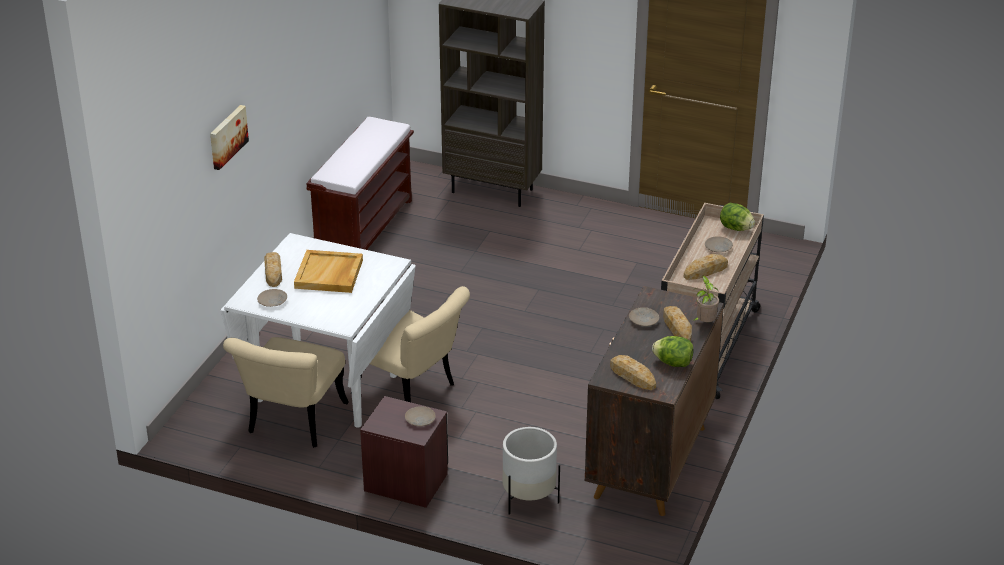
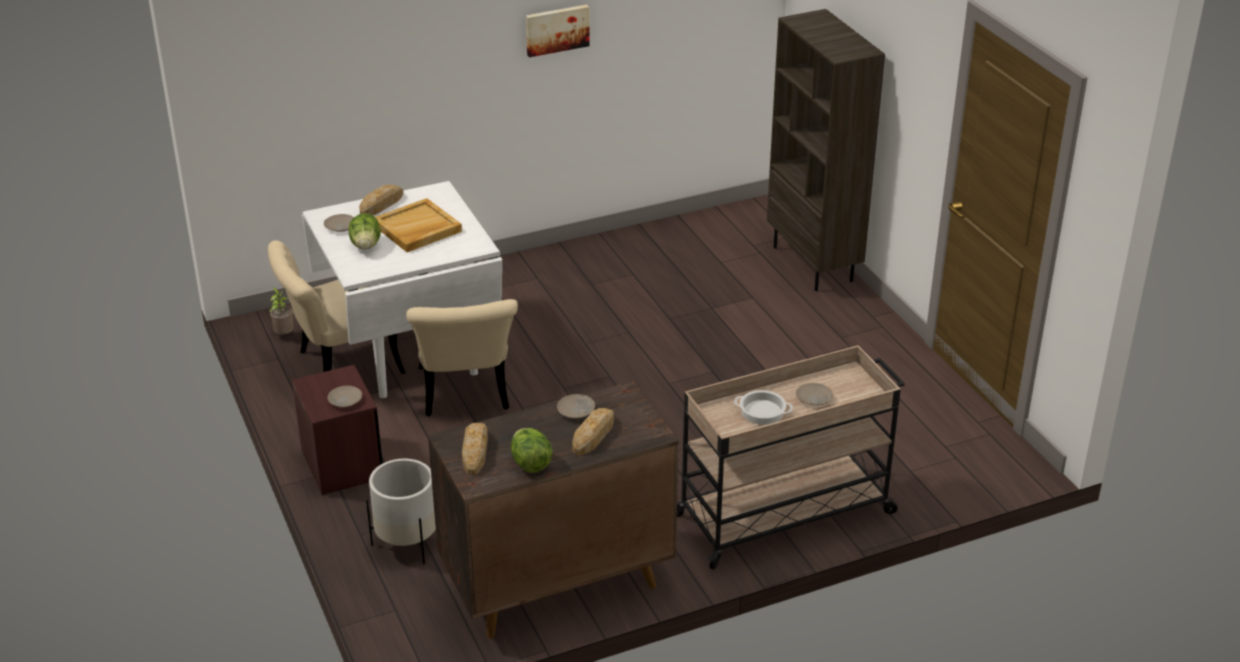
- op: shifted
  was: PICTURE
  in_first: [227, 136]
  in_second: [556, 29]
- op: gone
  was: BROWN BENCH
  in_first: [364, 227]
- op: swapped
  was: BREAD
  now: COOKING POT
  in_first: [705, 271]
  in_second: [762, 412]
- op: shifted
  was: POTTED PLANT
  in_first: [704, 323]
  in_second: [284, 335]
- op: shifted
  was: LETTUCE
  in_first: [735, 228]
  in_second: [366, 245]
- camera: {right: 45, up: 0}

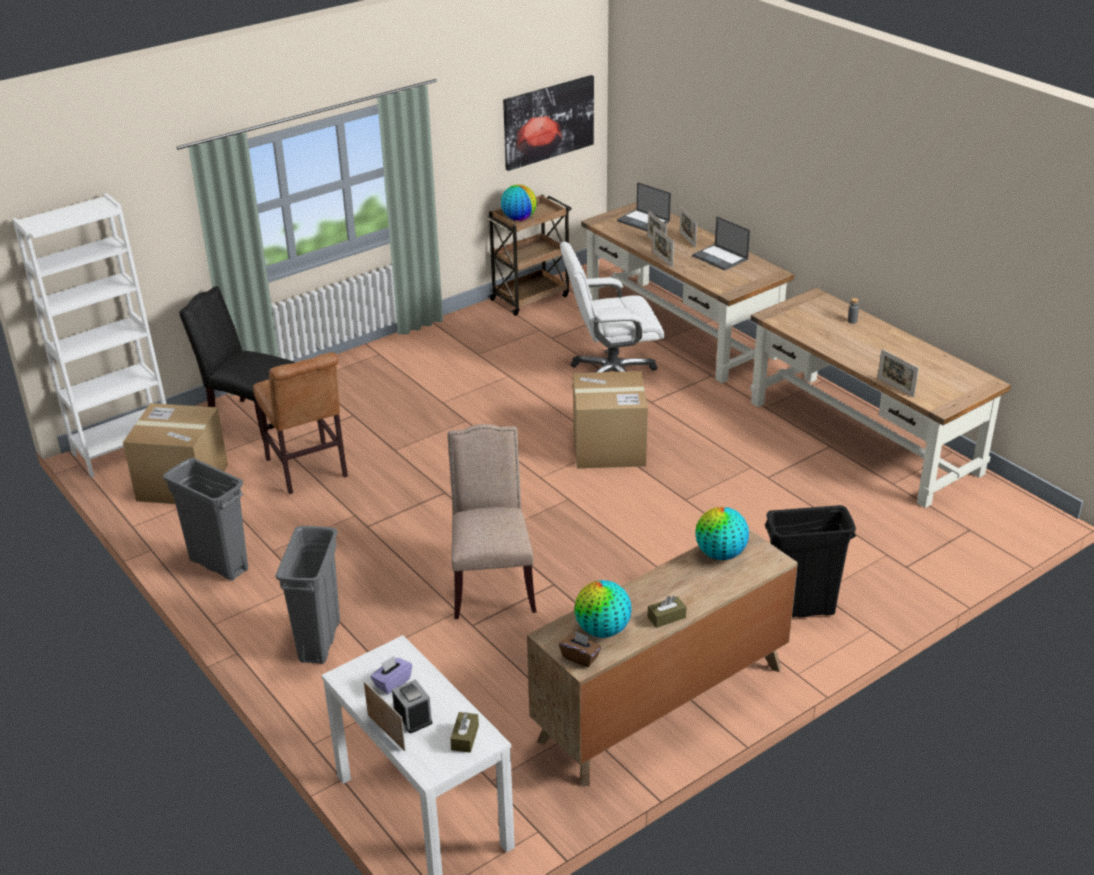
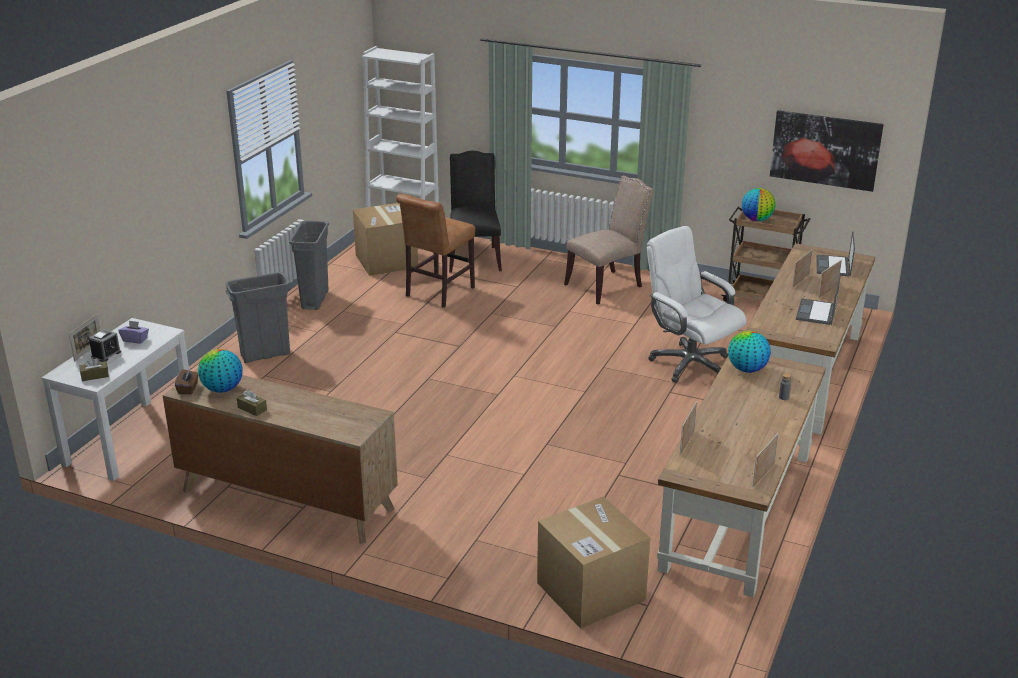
- op: shifted
  was: BEIGE CHAIR
  in_first: [491, 583]
  in_second: [607, 285]
- op: shifted
  was: CARDBOARD BOX
  in_first: [609, 447]
  in_second: [591, 591]
- op: shifted
  was: PICTURE FRAME
  in_first: [662, 259]
  in_second: [763, 475]
- op: shifted
  was: GLOBE
  in_first: [720, 554]
  in_second: [747, 369]
- op: gone
  was: BLACK TRASH CAN
  in_first: [800, 610]
- camera: {right: 60, up: -5}

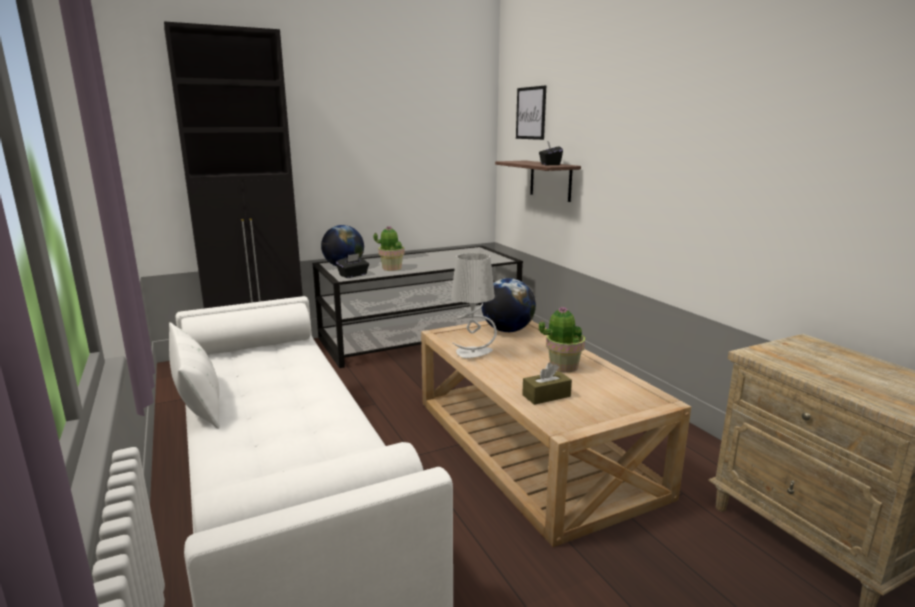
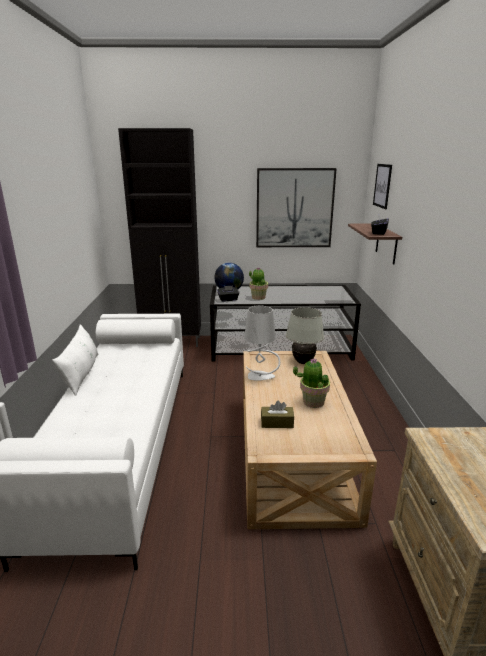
- op: swapped
  was: GLOBE
  now: WHITE TABLE LAMP
  in_first: [507, 330]
  in_second: [303, 362]
- op: new
  now: PICTURE
  in_second: [294, 208]
- camera: {right: 25, up: 5}

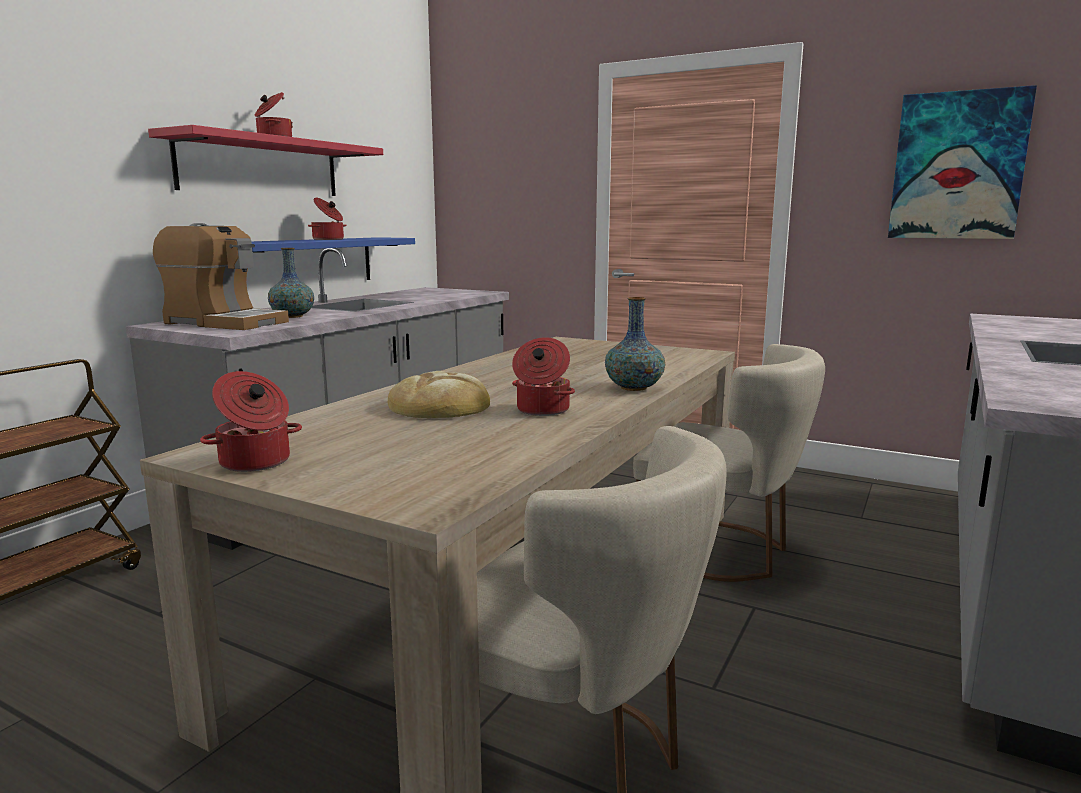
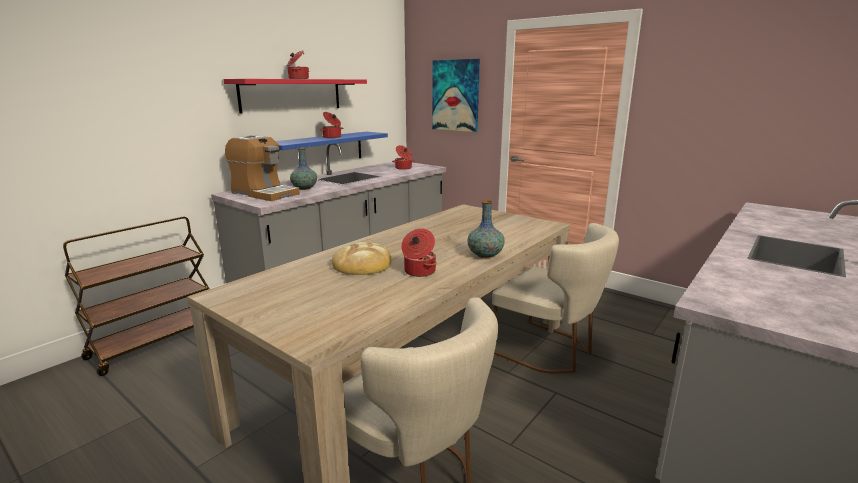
- op: shifted
  was: COOKING POT
  in_first: [255, 462]
  in_second: [403, 168]
- op: shifted
  was: PICTURE
  in_first: [957, 166]
  in_second: [455, 95]
- camera: {right: 10, up: 5}

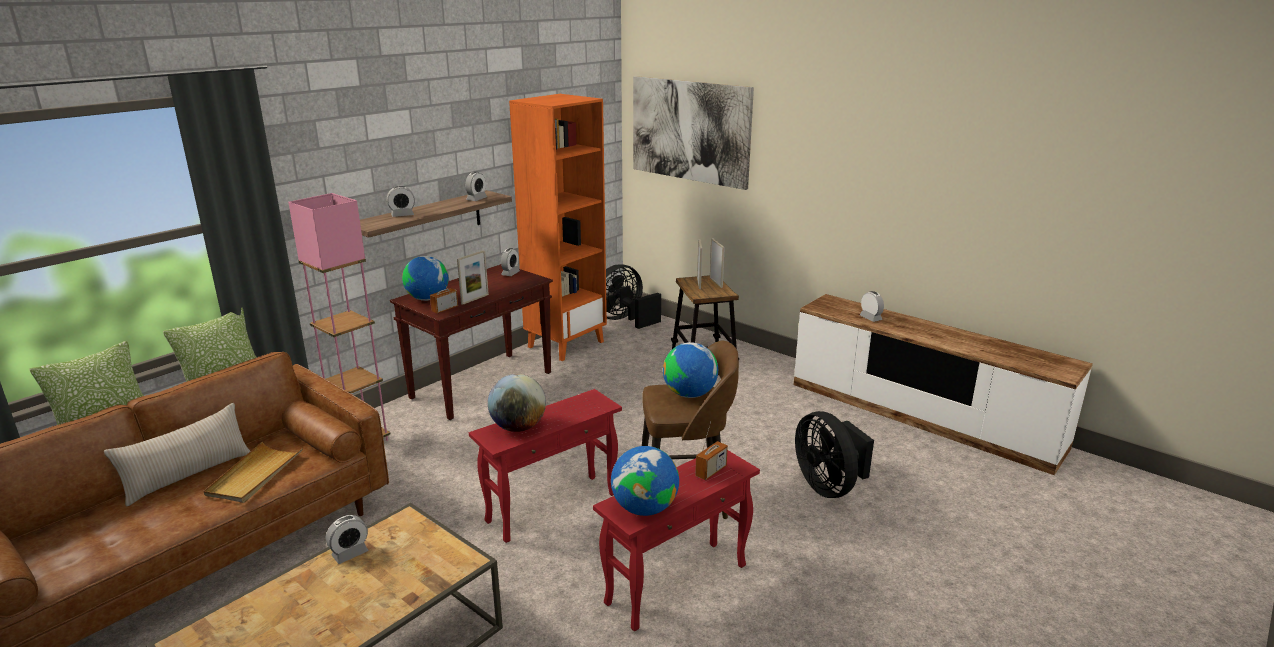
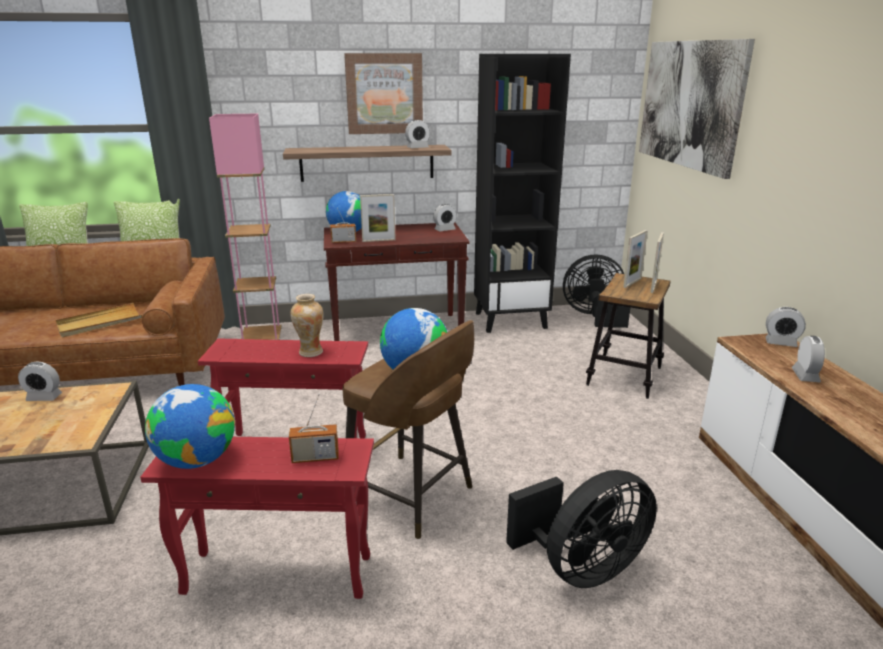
- op: gone
  was: BEIGE PILLOW
  in_first: [188, 475]
- op: shifted
  was: ALARM CLOCK
  in_first: [402, 215]
  in_second: [780, 343]
- op: gone
  was: GLOBE
  in_first: [518, 427]
- op: repainted
  was: ORANGE BOOKCASE
  now: BLACK BOOKCASE
  in_first: [566, 344]
  in_second: [511, 320]
- op: rotated
  was: BLACK FAN
  in_first: [828, 486]
  in_second: [582, 568]
  clockwise: -135
- op: new
  now: VASE
  in_second: [310, 352]
- op: new
  now: PICTURE
  in_second: [384, 94]
- camera: {right: 40, up: 0}

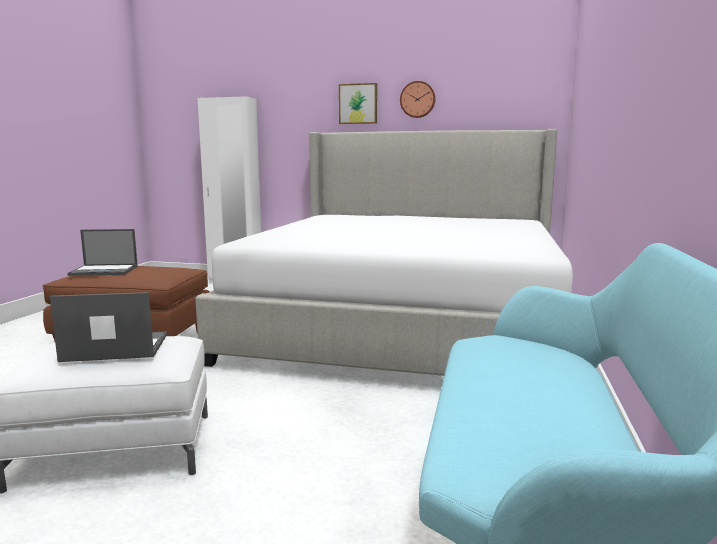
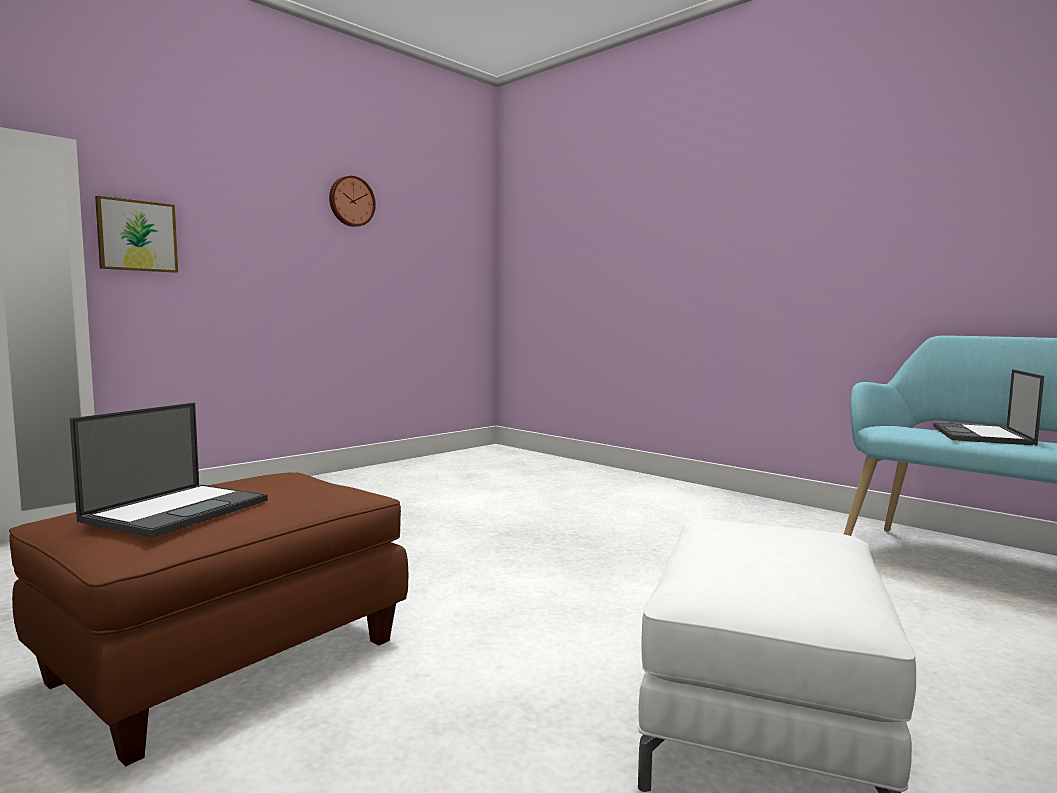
- op: shifted
  was: LAPTOP
  in_first: [114, 348]
  in_second: [982, 435]
- op: gone
  was: BED
  in_first: [405, 325]
- op: shifted
  was: PICTURE
  in_first: [358, 104]
  in_second: [136, 236]
- camera: {right: -60, up: -5}

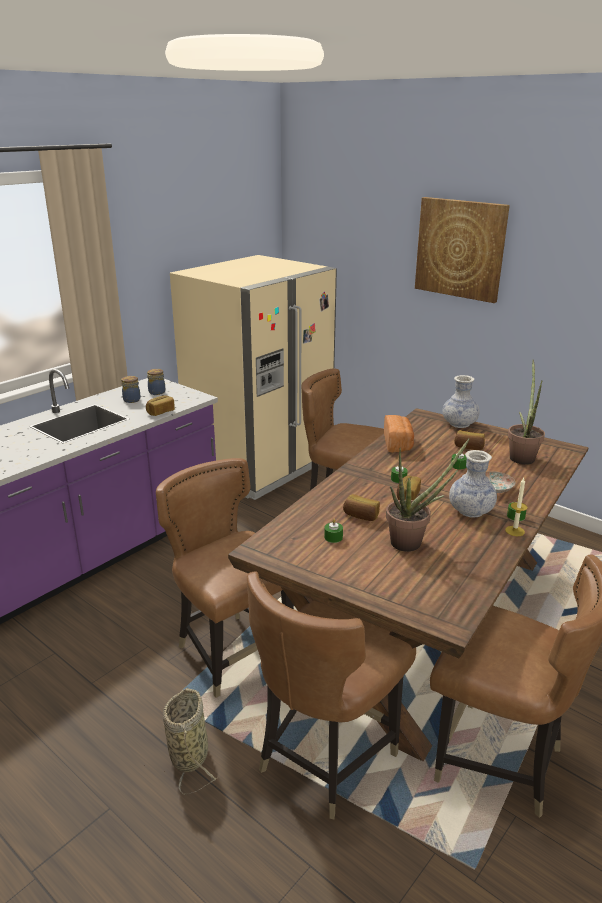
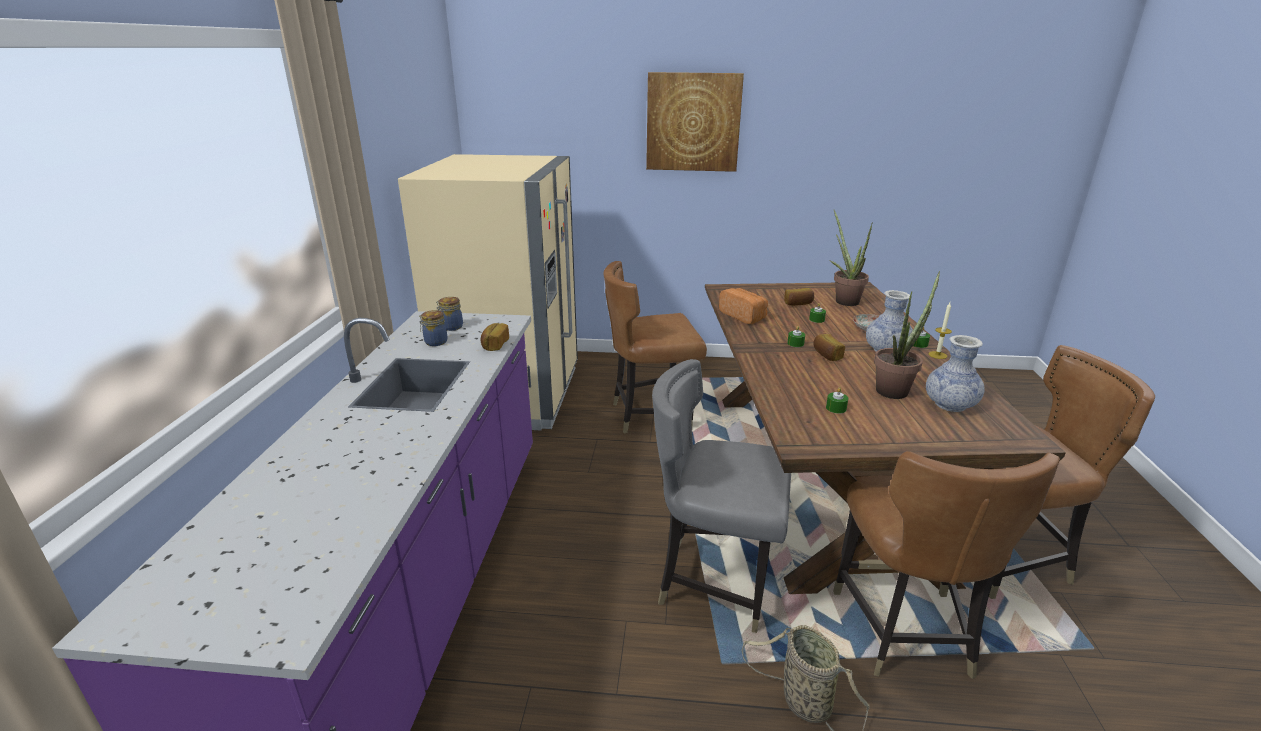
- op: repainted
  was: BROWN CHAIR
  now: GREY CHAIR
  in_first: [233, 652]
  in_second: [715, 582]
- op: gone
  was: BREAD
  in_first: [361, 516]
- op: shifted
  was: VASE
  in_first: [459, 424]
  in_second: [950, 405]
- camera: {right: -35, up: 0}

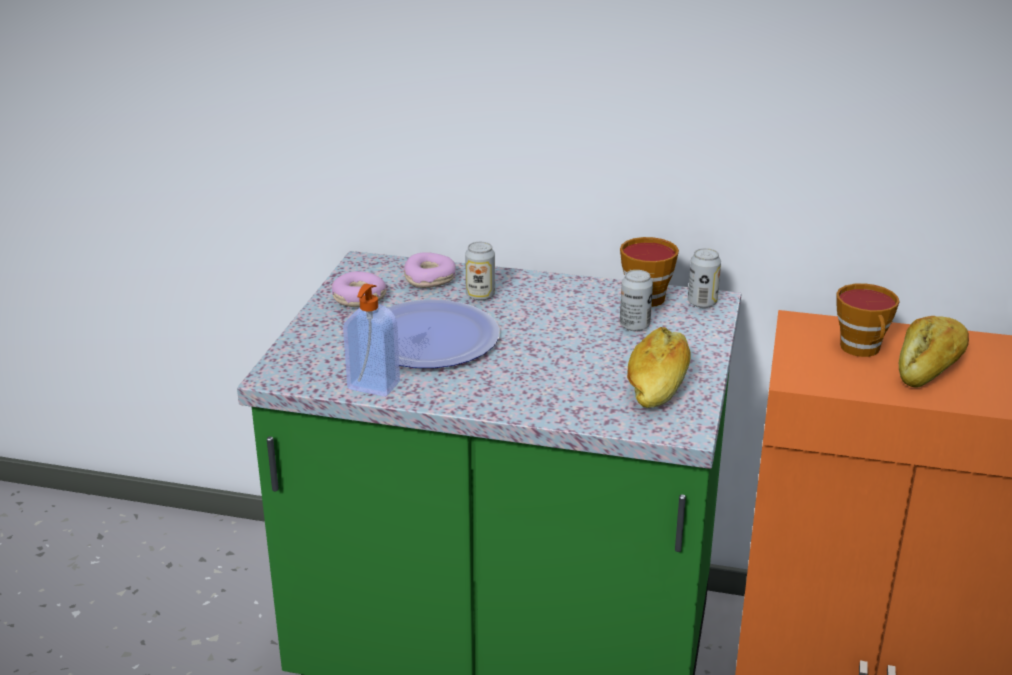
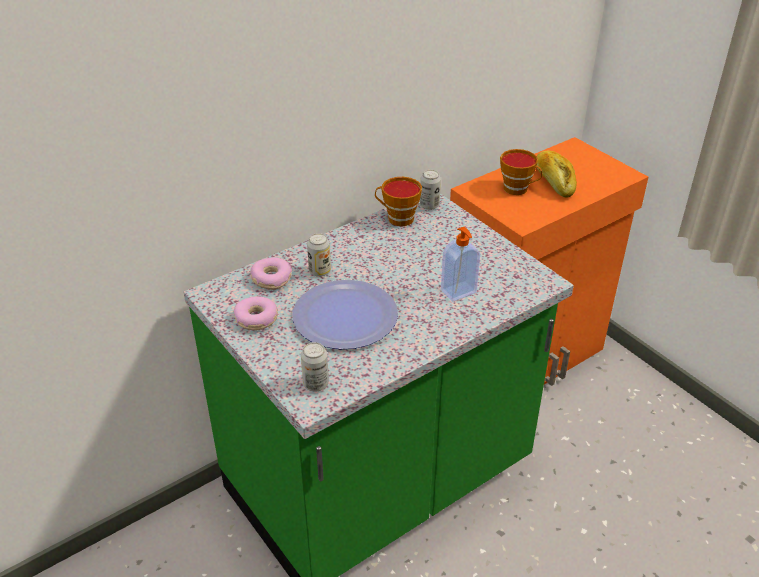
- op: shifted
  was: SOAP DISPENSER
  in_first: [373, 386]
  in_second: [459, 292]
- op: shifted
  was: CAN
  in_first: [634, 326]
  in_second: [316, 384]
- op: gone
  was: BREAD
  in_first: [658, 384]
- camera: {right: -50, up: 10}

